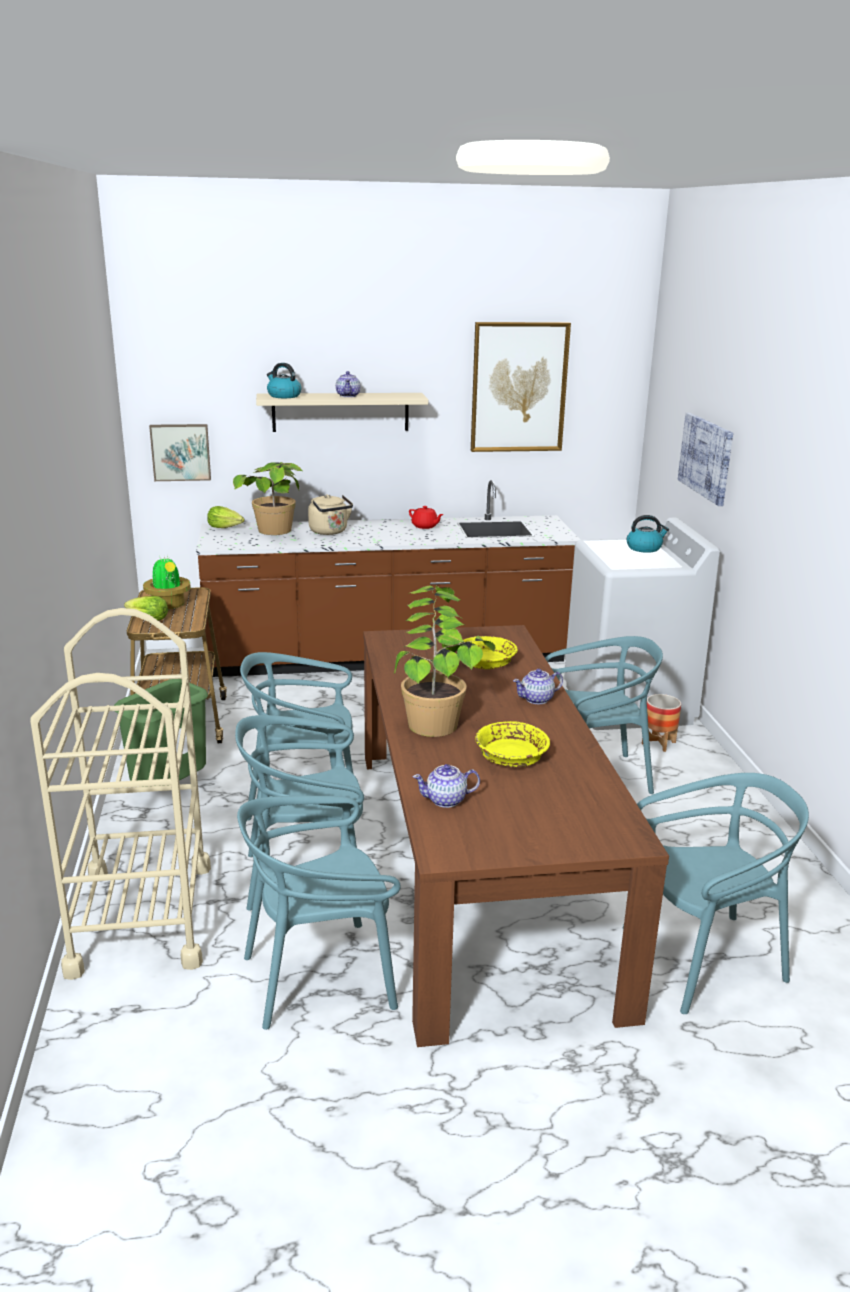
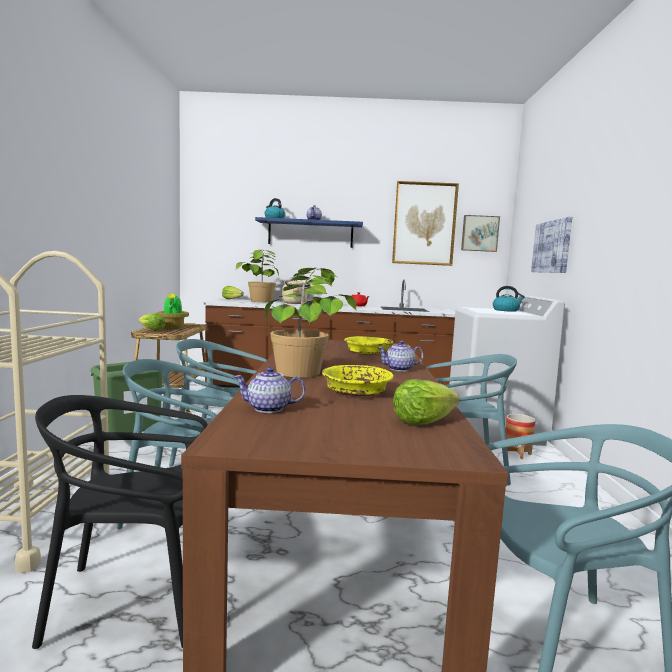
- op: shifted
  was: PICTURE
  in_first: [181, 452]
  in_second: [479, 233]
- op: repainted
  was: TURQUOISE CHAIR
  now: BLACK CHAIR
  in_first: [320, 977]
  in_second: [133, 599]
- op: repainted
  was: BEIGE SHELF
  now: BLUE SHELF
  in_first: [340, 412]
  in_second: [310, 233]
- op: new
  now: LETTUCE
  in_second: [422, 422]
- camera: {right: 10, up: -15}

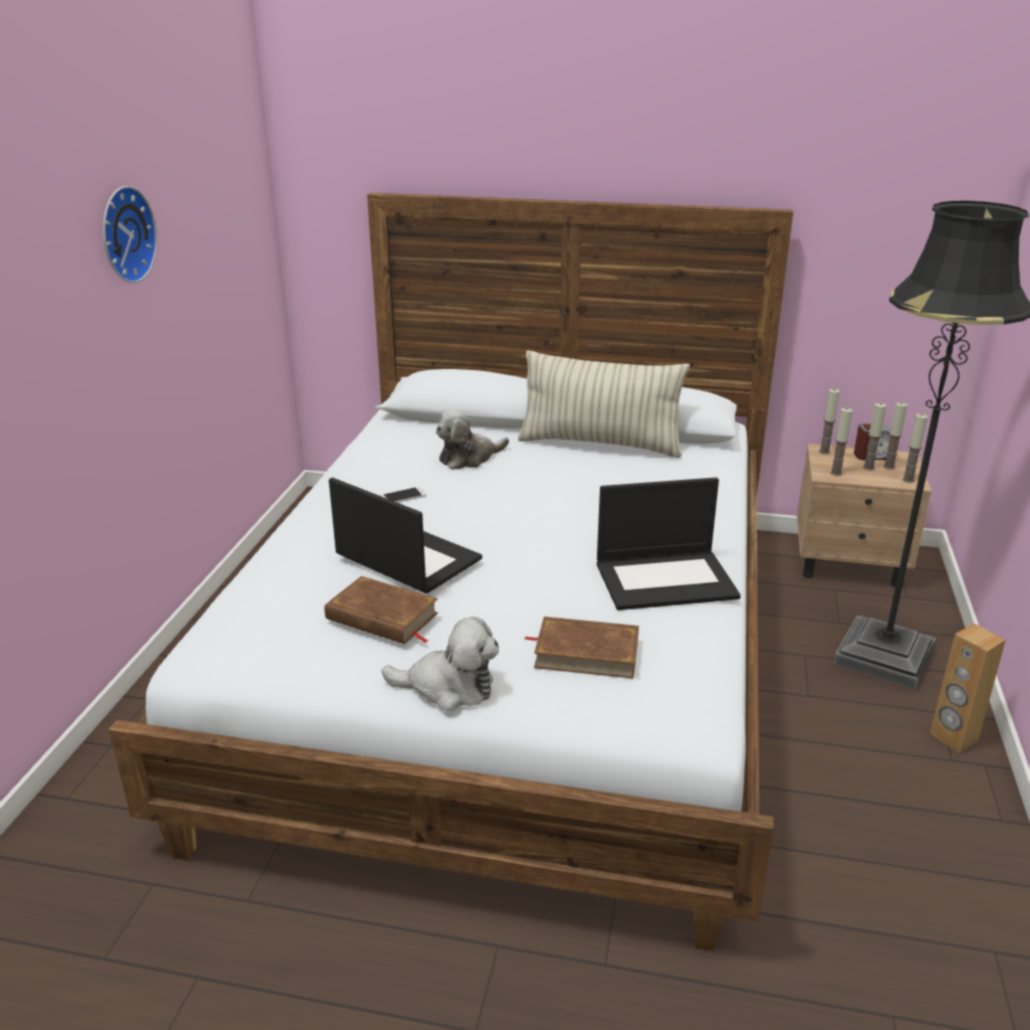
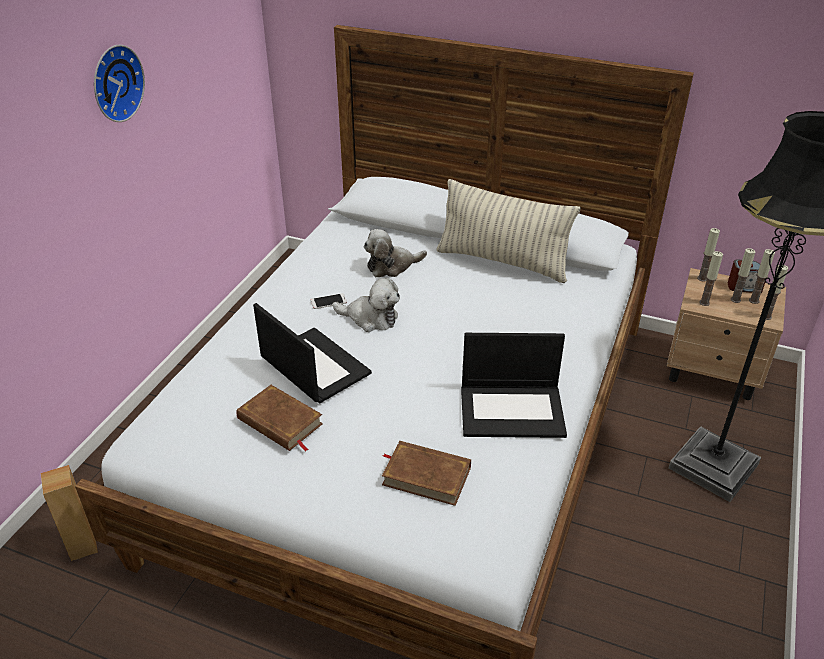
- op: shifted
  was: PLUSH TOY
  in_first: [448, 687]
  in_second: [370, 318]
- op: shifted
  was: BROWN SPEAKER
  in_first: [953, 737]
  in_second: [82, 546]
- camera: {right: 10, up: 10}

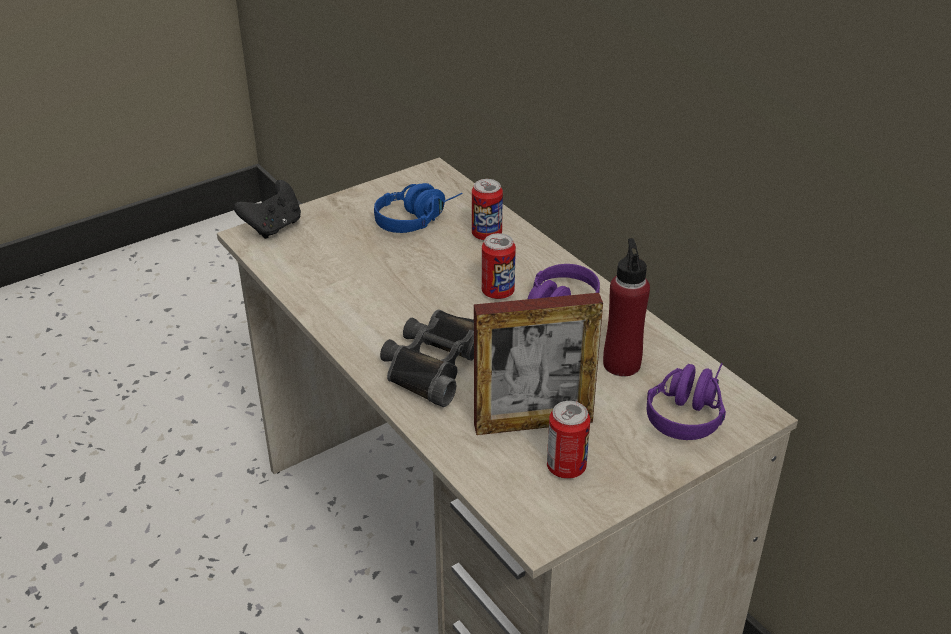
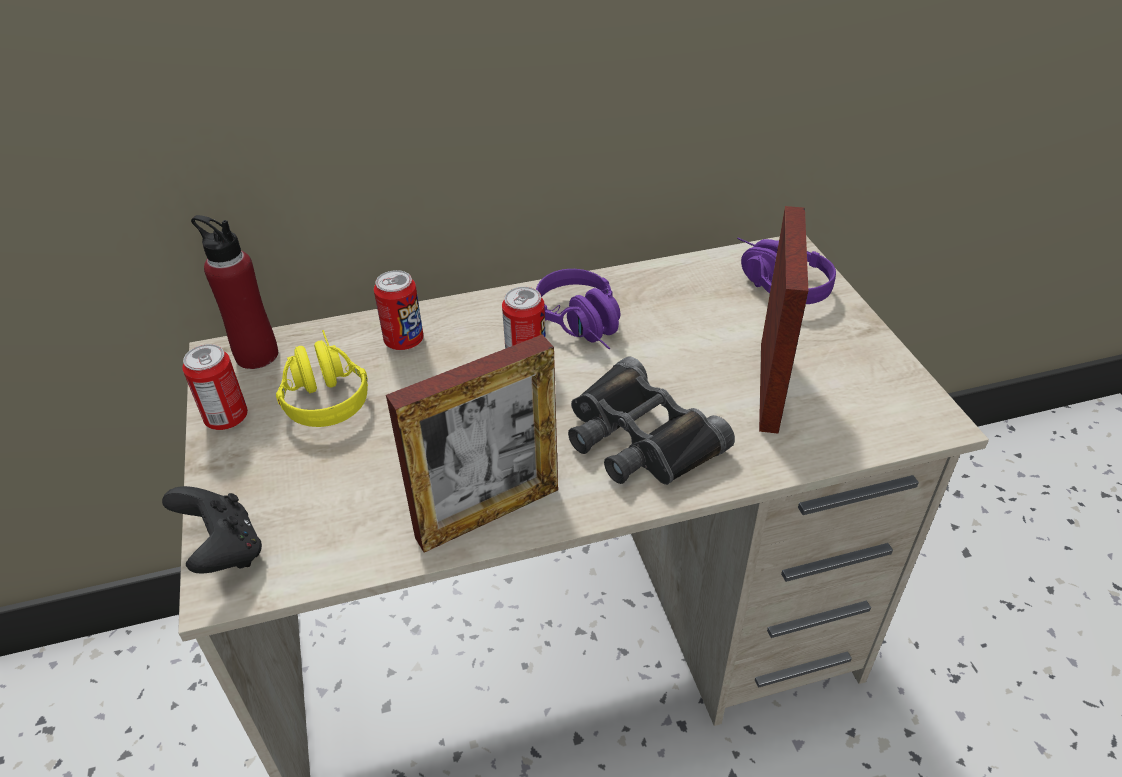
- op: repainted
  was: BLUE HEADPHONES
  now: YELLOW HEADPHONES
  in_first: [418, 218]
  in_second: [322, 391]
- op: shifted
  was: CAN
  in_first: [566, 467]
  in_second: [227, 418]
- op: shifted
  was: RED BOTTLE
  in_first: [621, 364]
  in_second: [256, 355]
- op: new
  now: PICTURE FRAME
  in_second: [488, 513]
- camera: {right: -70, up: 5}

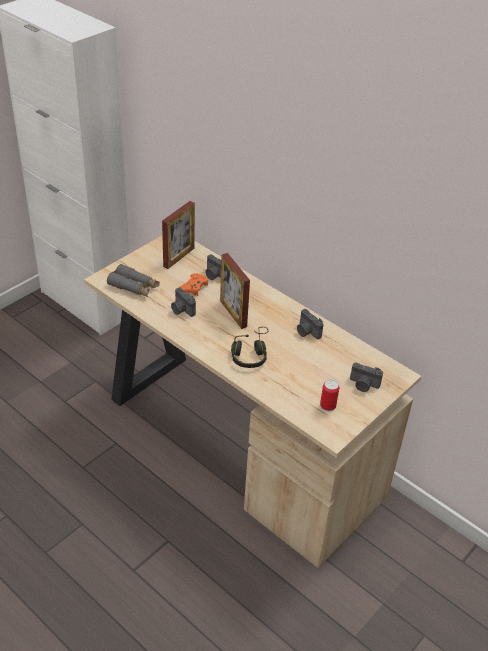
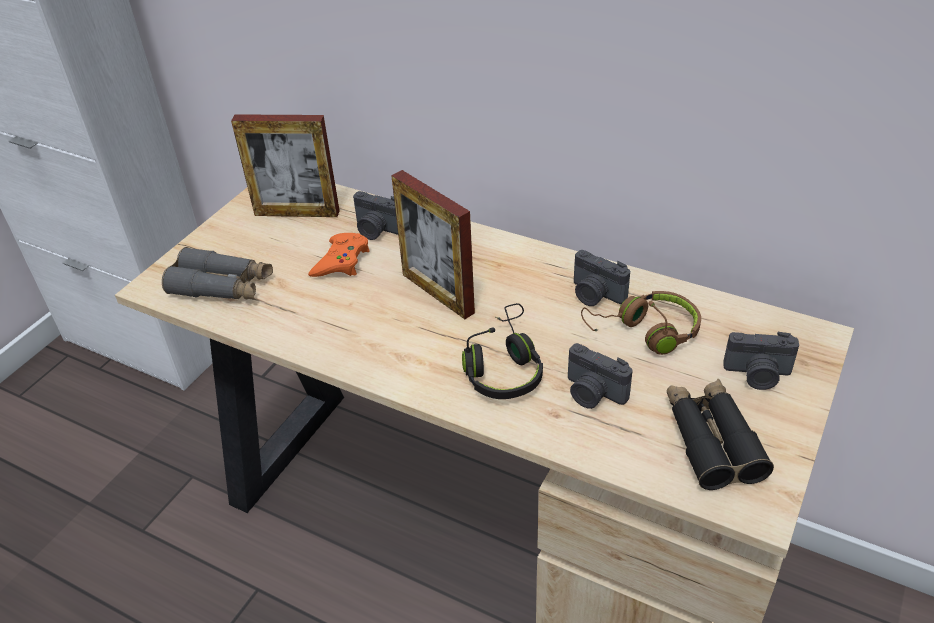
- op: rotated
  was: PICTURE FRAME
  in_first: [179, 257]
  in_second: [297, 213]
  clockwise: 75
- op: shifted
  was: PHOTO CAMERA
  in_first: [182, 310]
  in_second: [592, 394]
- op: swapped
  was: CAN
  now: BLACK BINOCULARS
  in_first: [327, 406]
  in_second: [711, 440]
- op: new
  now: BROWN HEADPHONES
  in_second: [645, 332]
- camera: {right: -10, up: 0}

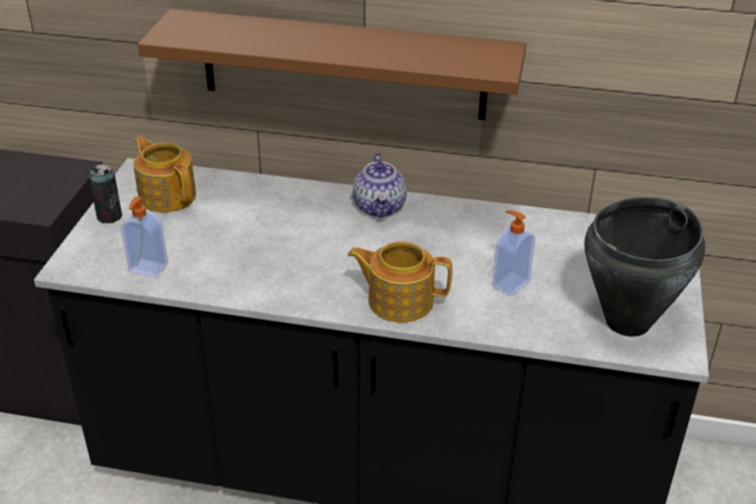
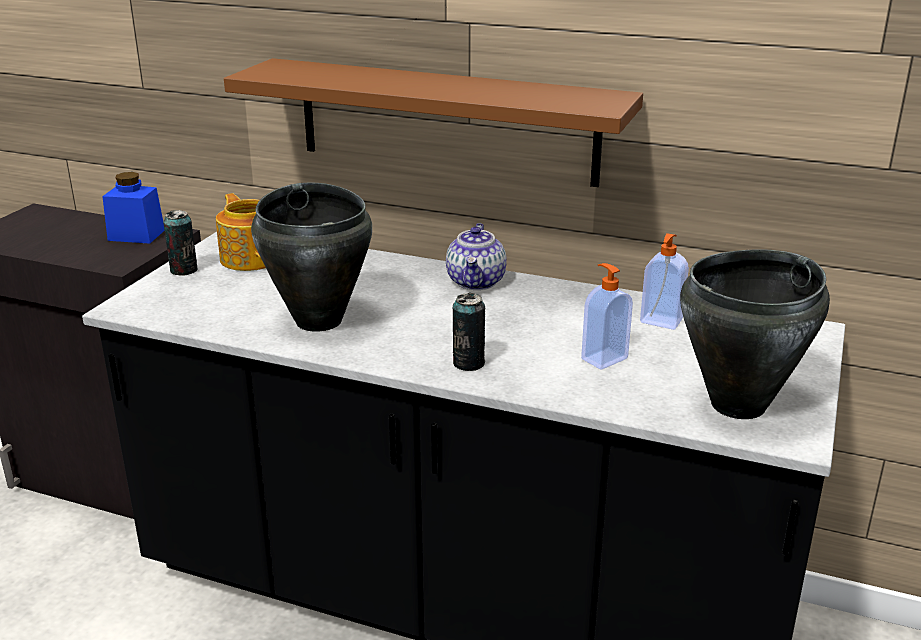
- op: shifted
  was: SOAP DISPENSER
  in_first: [148, 269]
  in_second: [660, 322]
- op: swapped
  was: TEAPOT
  now: CAN
  in_first: [399, 300]
  in_second: [468, 363]
- op: new
  now: BLUE JAR
  in_second: [136, 235]
- op: new
  now: BLACK COOKING POT
  in_second: [319, 320]
- camera: {right: 10, up: -10}

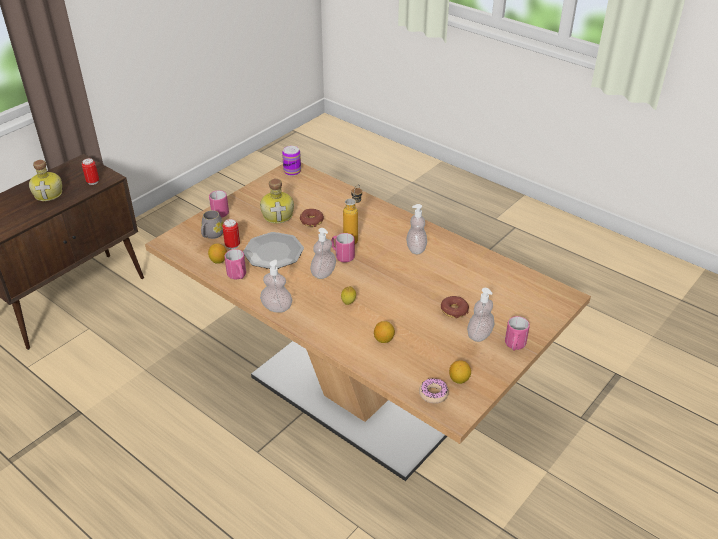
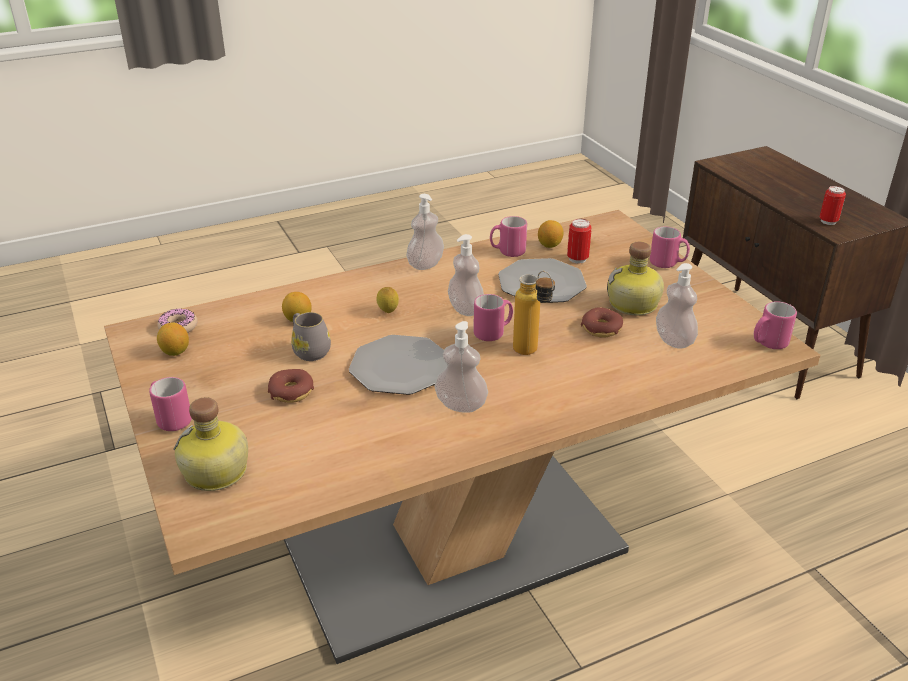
- op: shifted
  was: BOTTLE
  in_first: [49, 194]
  in_second: [216, 473]
- op: shifted
  was: GREY MUG
  in_first: [211, 235]
  in_second: [309, 350]
- op: swapped
  was: CAN
  now: PINK MUG
  in_first: [292, 171]
  in_second: [768, 343]
- op: shifted
  was: SOAP DISPENSER
  in_first: [479, 335]
  in_second: [674, 340]
- op: new
  now: PLATE
  in_second: [400, 367]
- camera: {right: 115, up: -5}

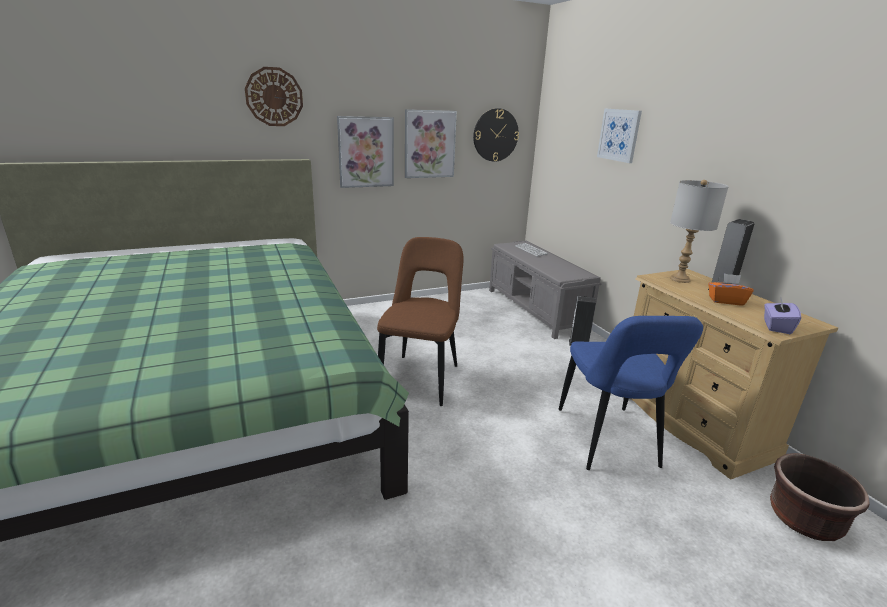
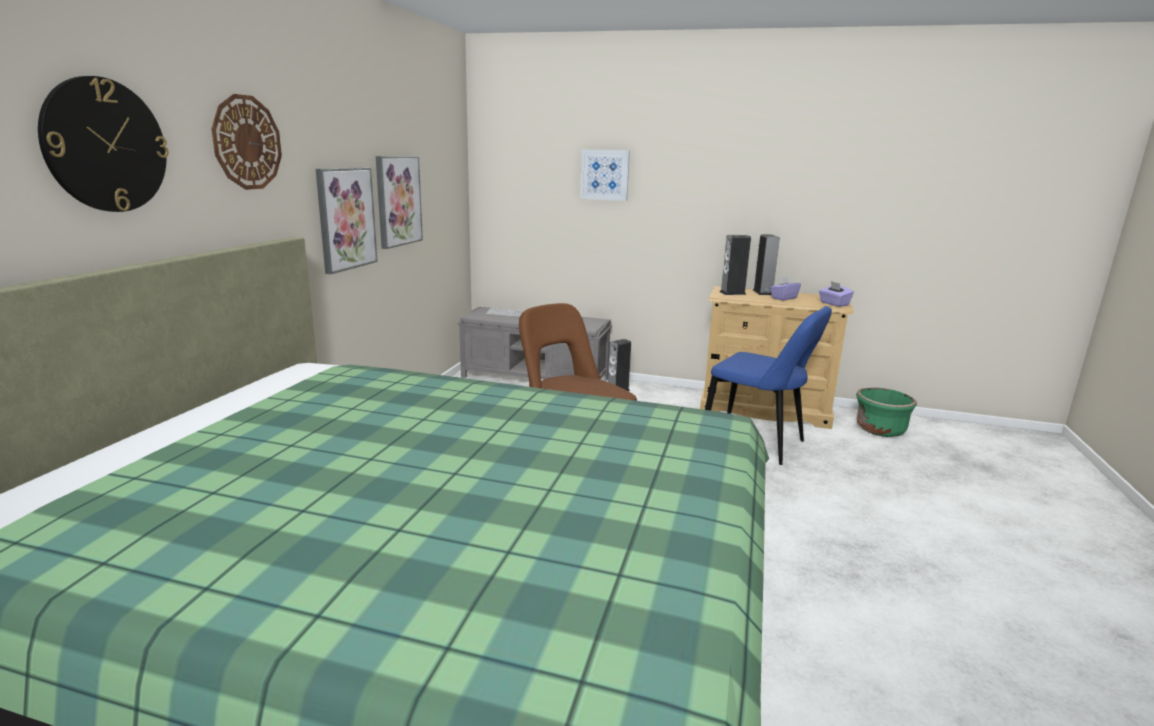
- op: shifted
  was: WALL CLOCK
  in_first: [495, 135]
  in_second: [105, 145]
- op: swapped
  was: GREY TABLE LAMP
  now: SPEAKER
  in_first: [680, 279]
  in_second: [732, 293]
- op: repainted
  was: ORANGE TISSUE BOX
  now: PURPLE TISSUE BOX
  in_first: [726, 301]
  in_second: [783, 298]
- op: repainted
  was: BROWN PLANTER
  now: GREEN PLANTER
  in_first: [803, 519]
  in_second: [880, 430]
- camera: {right: -50, up: -5}

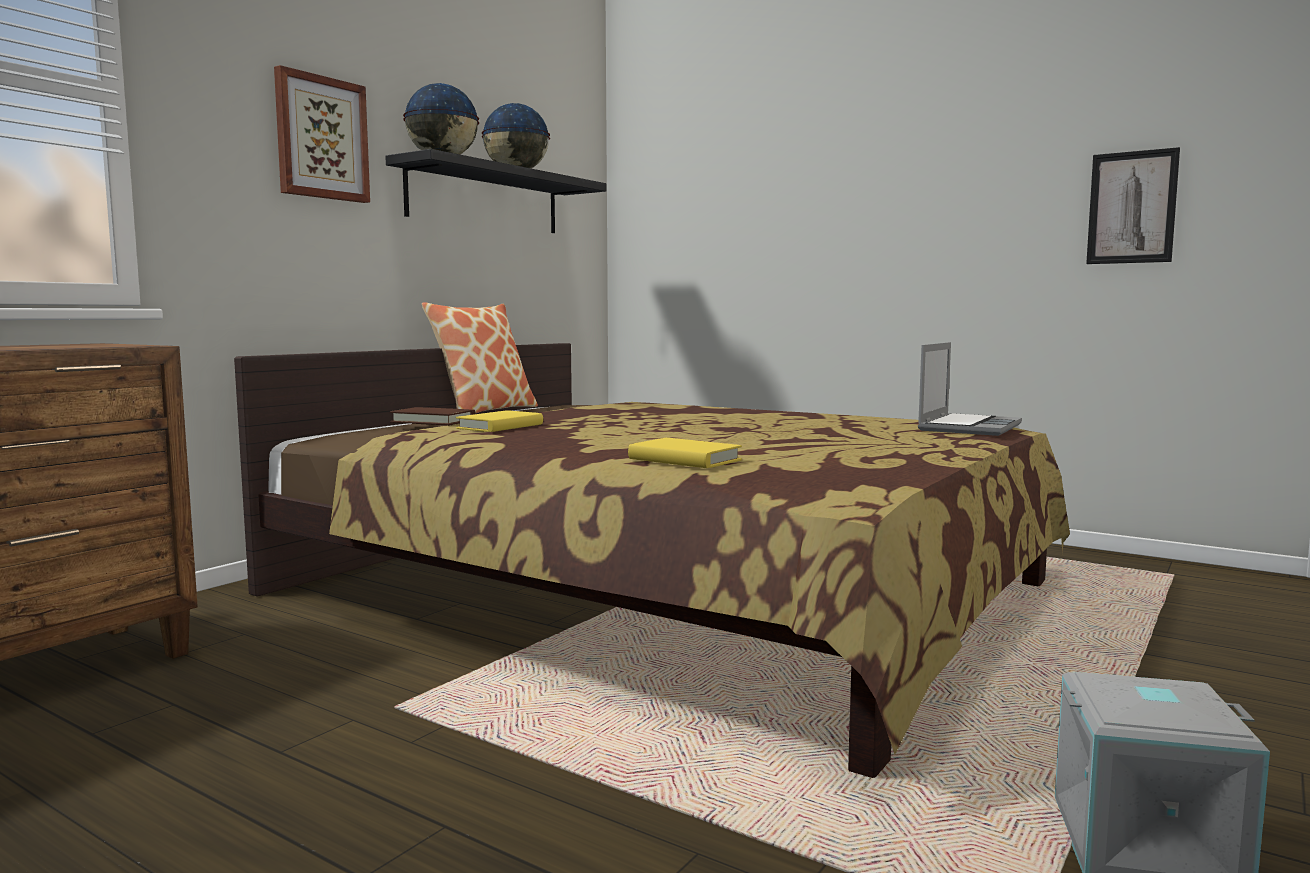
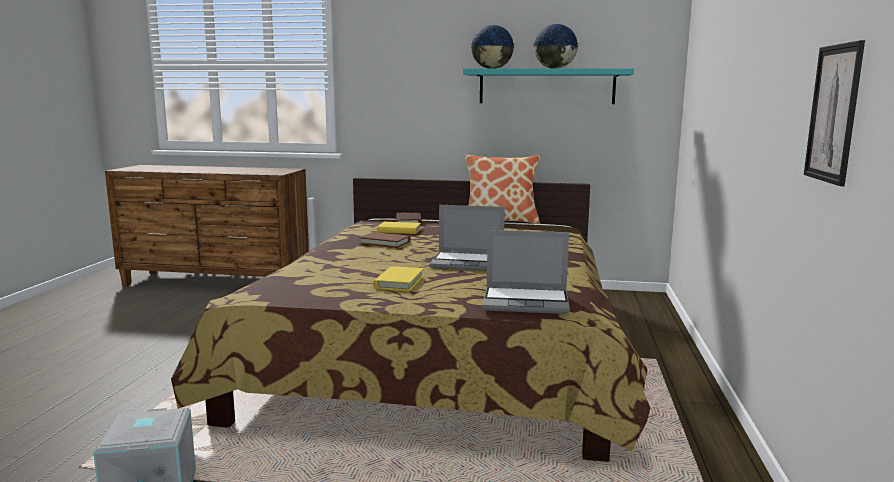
- op: gone
  was: PICTURE
  in_first: [321, 138]
- op: repainted
  was: BLACK SHELF
  now: TURQUOISE SHELF
  in_first: [485, 199]
  in_second: [546, 86]
- op: shifted
  was: YELLOW BOOK
  in_first: [684, 460]
  in_second: [399, 282]
- op: new
  now: BROWN BOOK
  in_second: [385, 243]
- op: new
  now: LAPTOP
  in_second: [468, 263]
- camera: {right: 65, up: 5}

